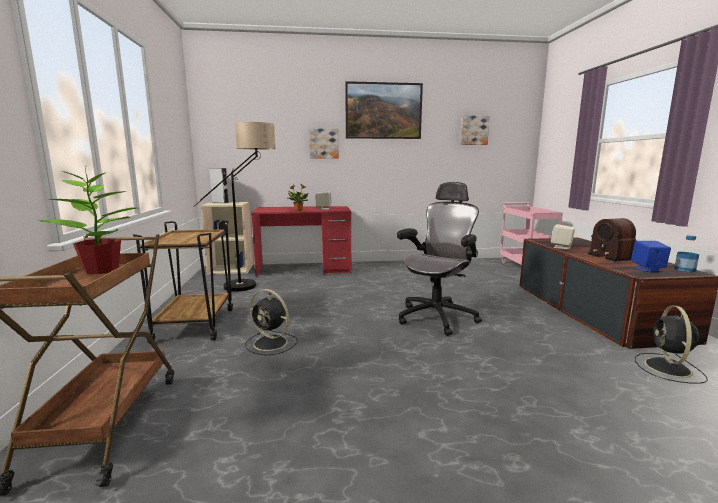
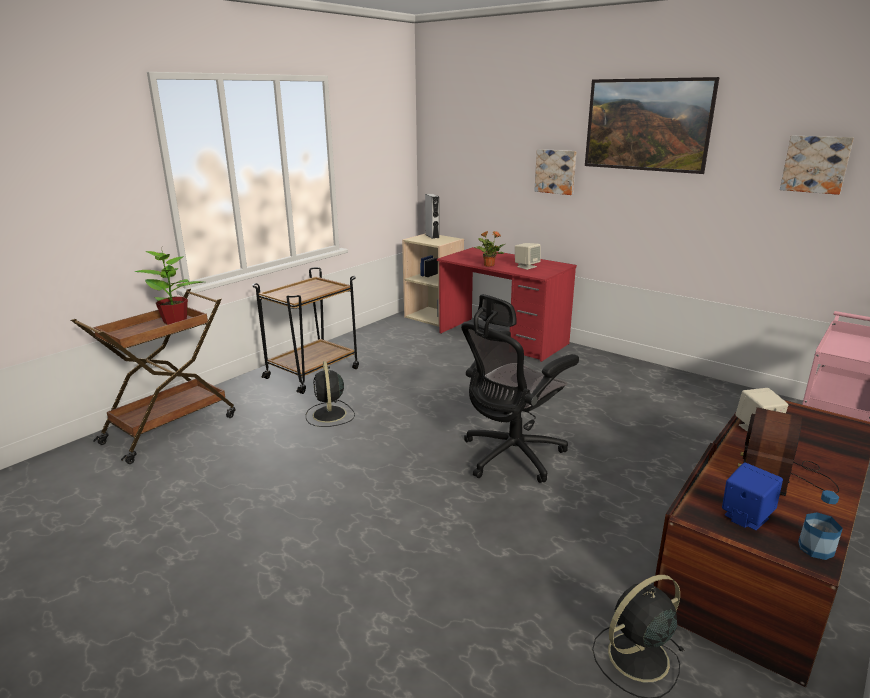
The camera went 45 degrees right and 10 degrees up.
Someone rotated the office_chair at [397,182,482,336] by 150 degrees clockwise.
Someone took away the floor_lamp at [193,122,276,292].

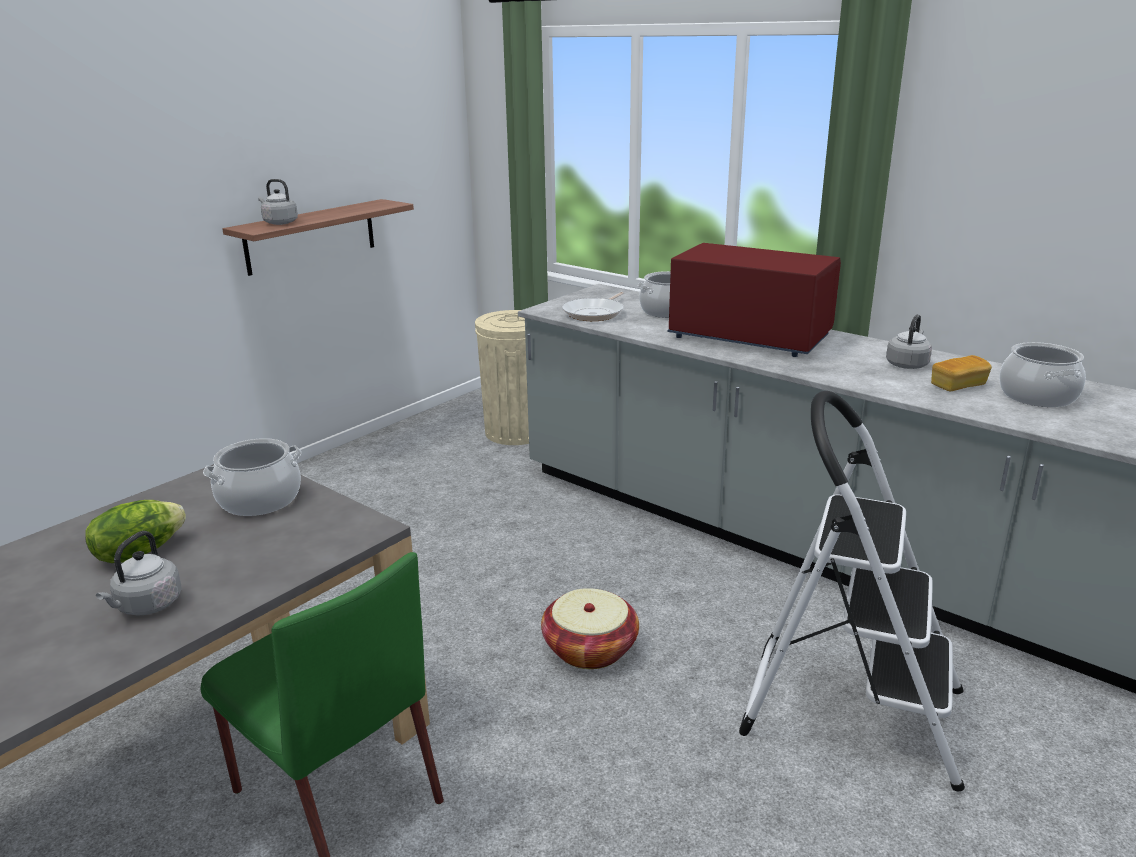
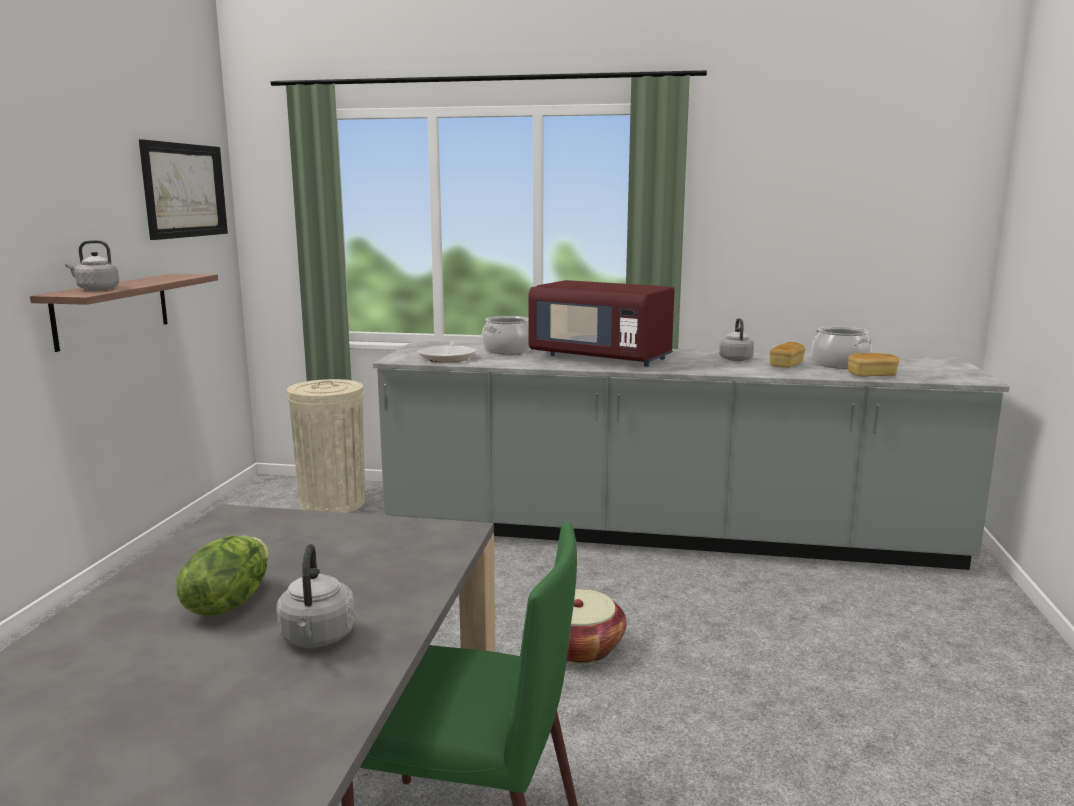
The camera went 30 degrees left and 10 degrees down.
Someone put up the picture at [139,140,228,240].
Someone rotated the red_microwave at [668,243,841,357] by 150 degrees counterclockwise.
Someone put down the bread at [848,353,899,377].
Someone took away the cooking_pot at [203,438,301,516].
Someone took away the step_ladder at [739,391,965,791].

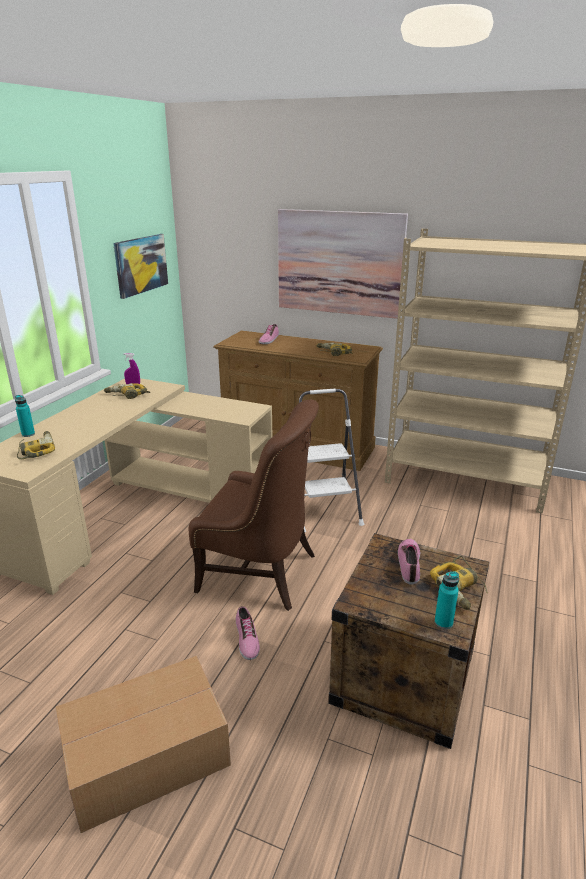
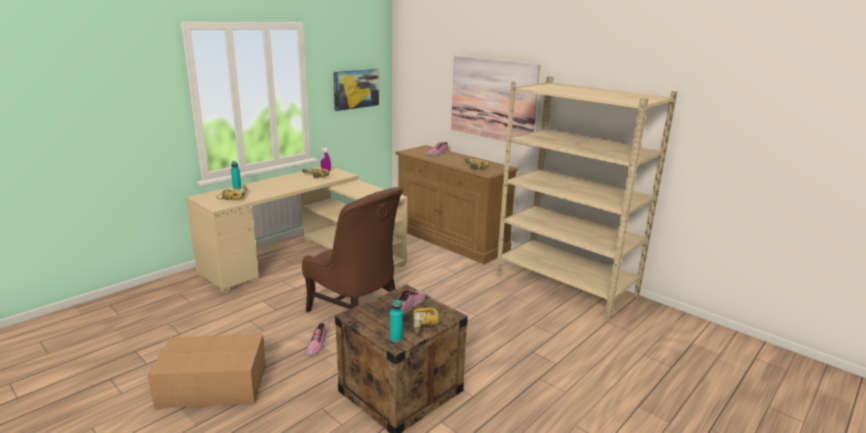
The camera went 20 degrees right and 5 degrees down.
Someone took away the white_step_ladder at [299,389,364,532].

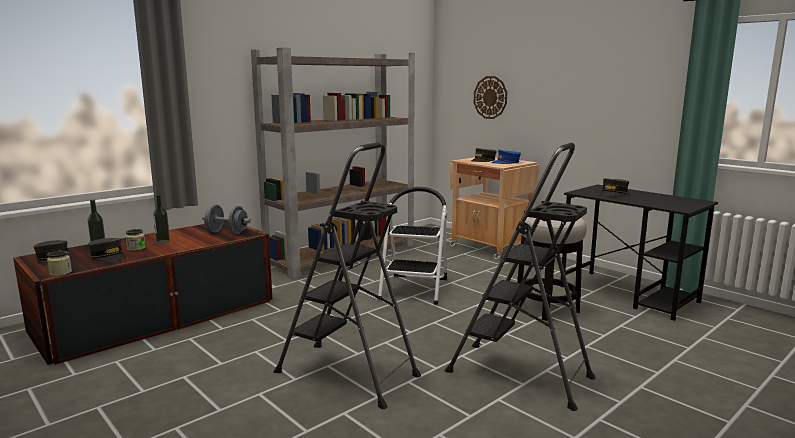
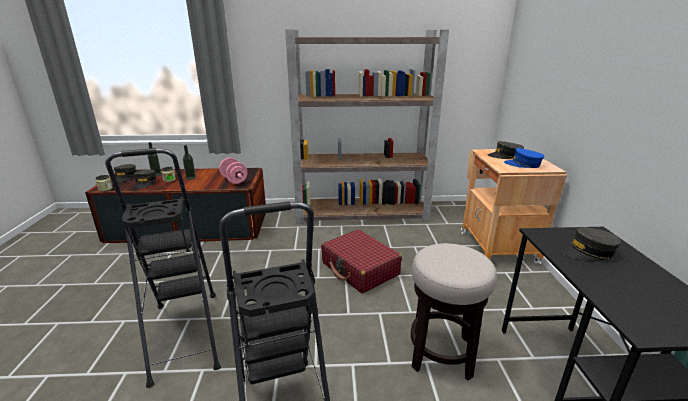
The camera went 40 degrees right and 10 degrees up.
Someone repainted the grey_dumbbell at [202,205,251,234], which became the pink_dumbbell at [219,158,248,184].
Someone swapped the step_ladder at [377,187,447,305] for the red_suitcase at [321,229,402,293].
Someone took away the wall_clock at [474,76,507,119].

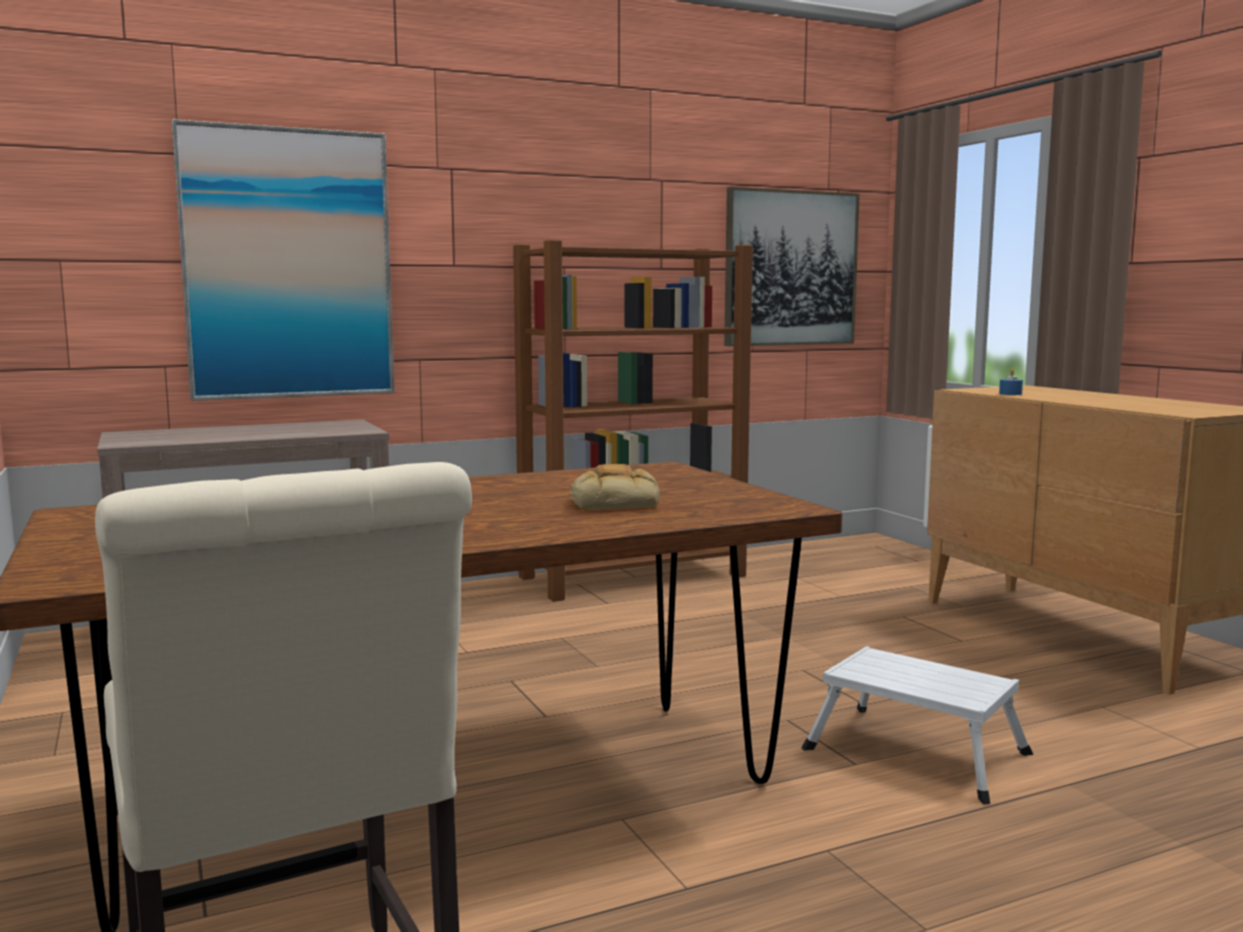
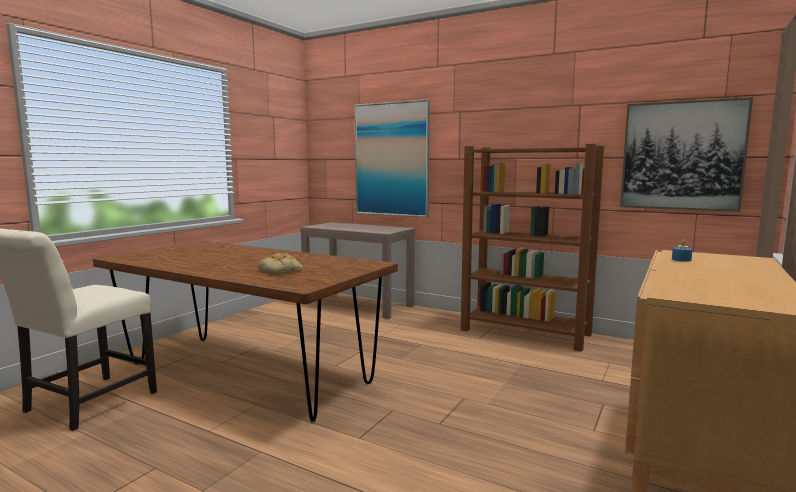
The camera went 55 degrees right and 0 degrees up.
Someone took away the white_step_ladder at [802,646,1033,804].

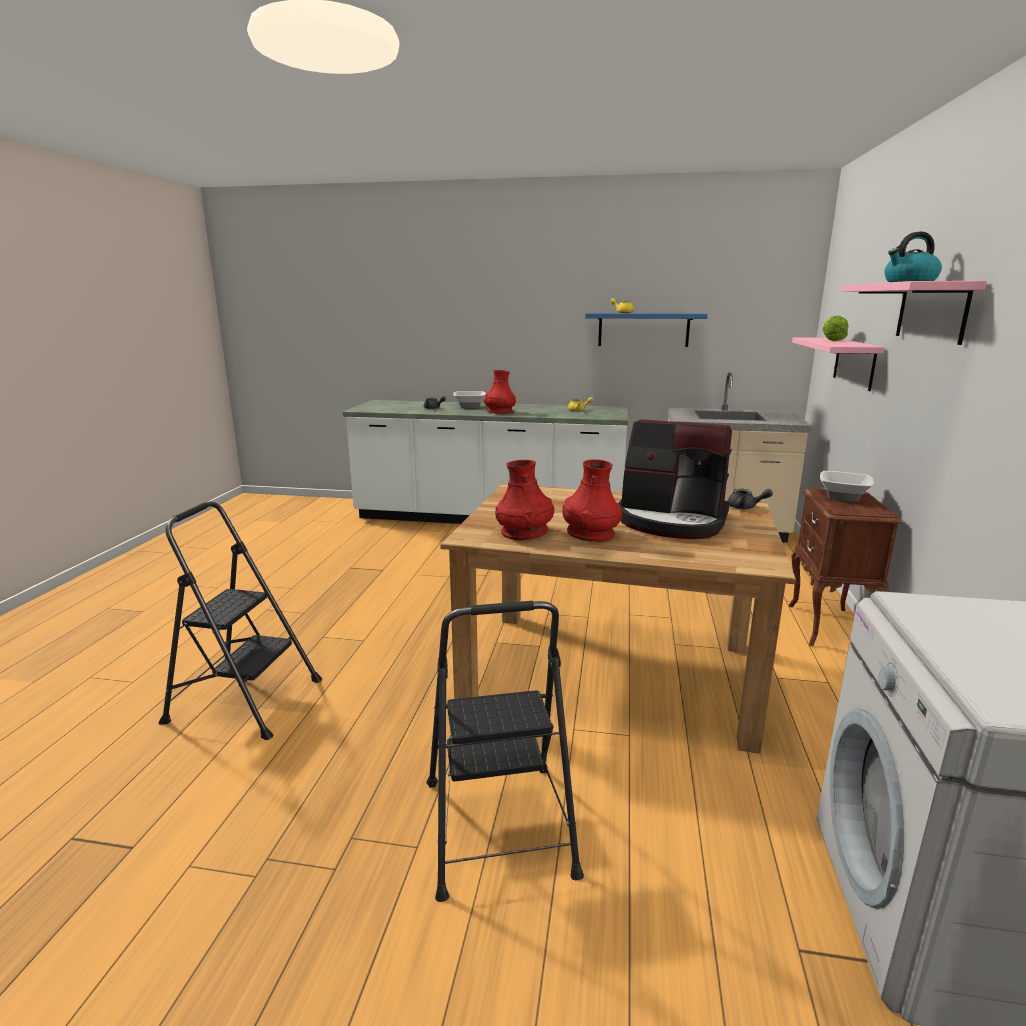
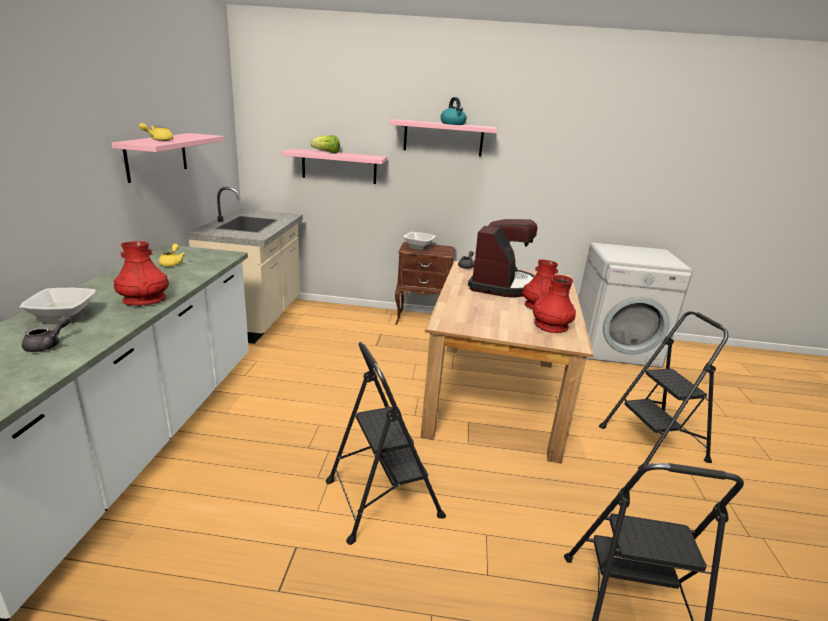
The camera went 95 degrees left and 5 degrees up.
Someone repainted the blue_shelf at [585,313,708,347], which became the pink_shelf at [111,133,224,183].
Someone put down the black_step_ladder at [326,342,446,545].

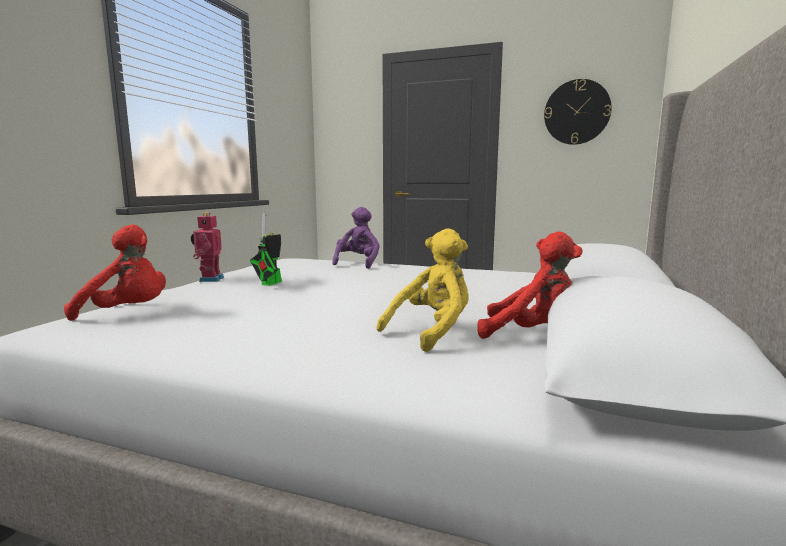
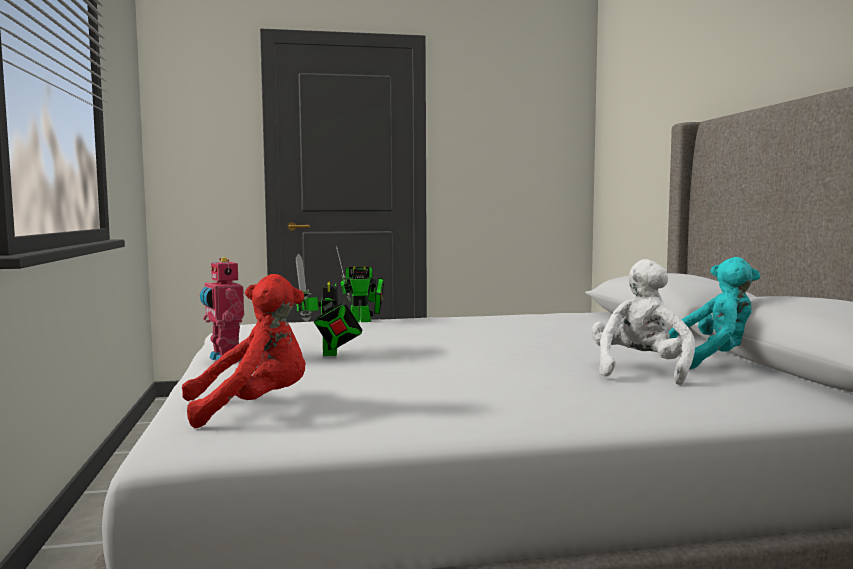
The camera went 30 degrees left and 5 degrees down.
Someone swapped the purple_plush_toy at [332,207,380,269] for the toy_robot at [336,246,384,322].
Someone repainted the yellow_plush_toy at [376,229,468,352], which became the white_plush_toy at [591,259,695,385].
Someone repainted the red_plush_toy at [477,232,583,339], which became the turquoise_plush_toy at [669,257,760,369].
Someone took away the wall_clock at [544,79,612,145].

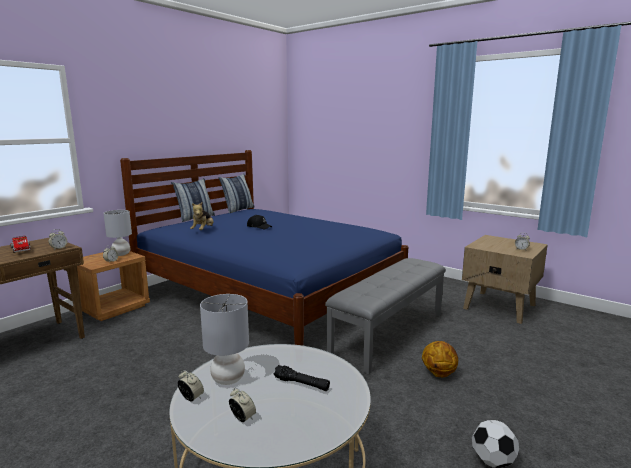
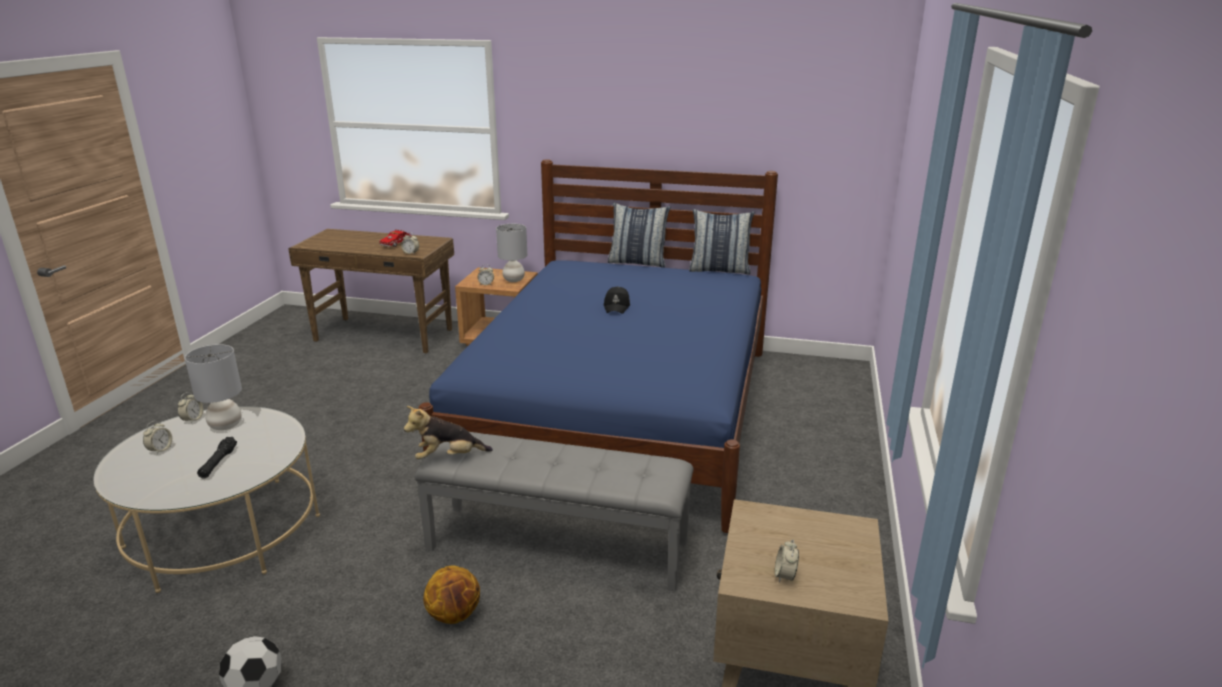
The camera went 65 degrees right and 10 degrees up.
Someone carried the plush_toy from [190,202,214,230] to [404,406,493,459].

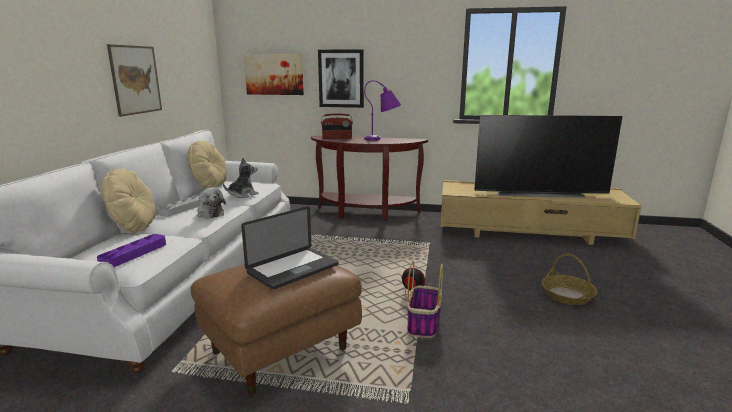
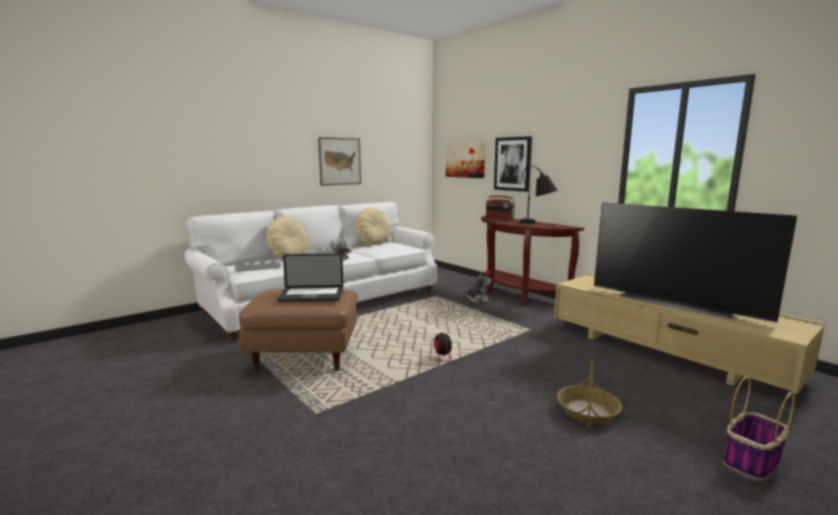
The camera went 40 degrees right and 5 degrees down.
Someone repainted the purple_tray at [97,234,166,267], which became the grey_tray at [234,260,282,272].
Someone carried the plush_toy from [223,158,259,198] to [463,271,491,302].
Someone repainted the purple_table_lamp at [364,80,401,141], which became the black_table_lamp at [520,165,557,224].
Someone carried the basket from [407,260,443,338] to [723,377,795,480].

